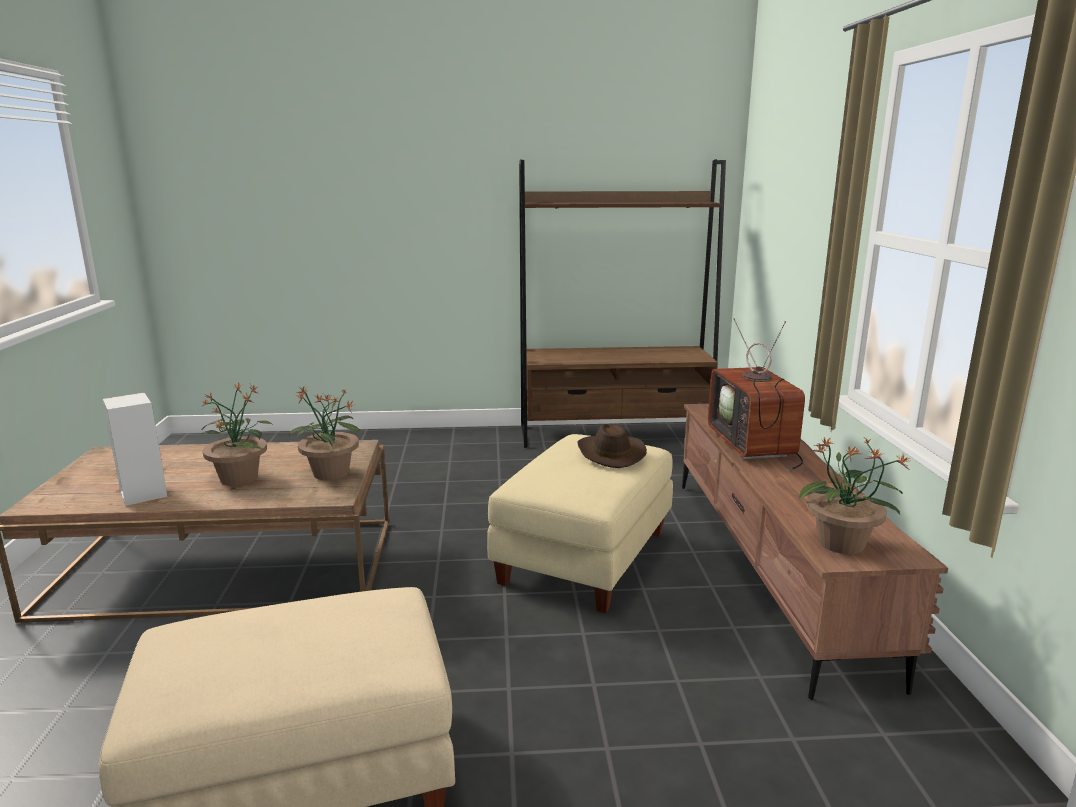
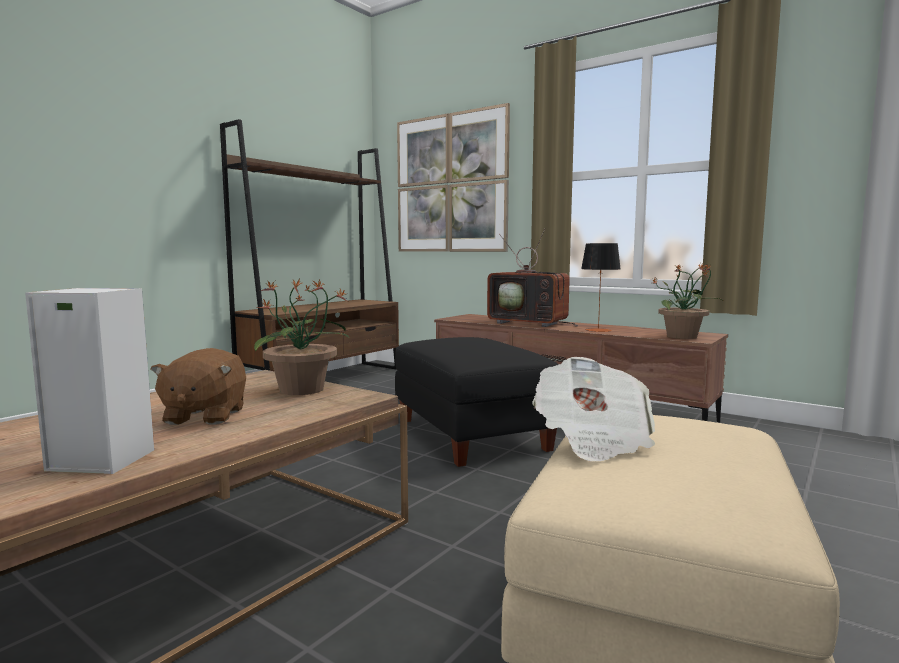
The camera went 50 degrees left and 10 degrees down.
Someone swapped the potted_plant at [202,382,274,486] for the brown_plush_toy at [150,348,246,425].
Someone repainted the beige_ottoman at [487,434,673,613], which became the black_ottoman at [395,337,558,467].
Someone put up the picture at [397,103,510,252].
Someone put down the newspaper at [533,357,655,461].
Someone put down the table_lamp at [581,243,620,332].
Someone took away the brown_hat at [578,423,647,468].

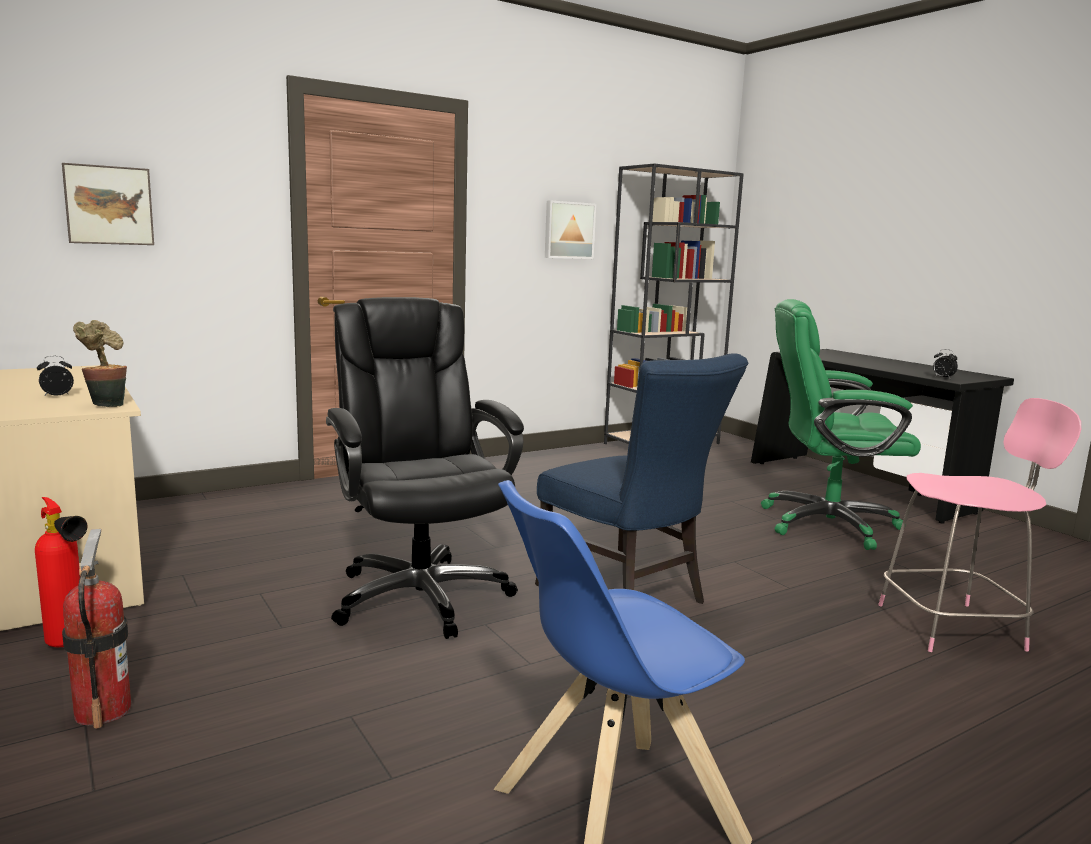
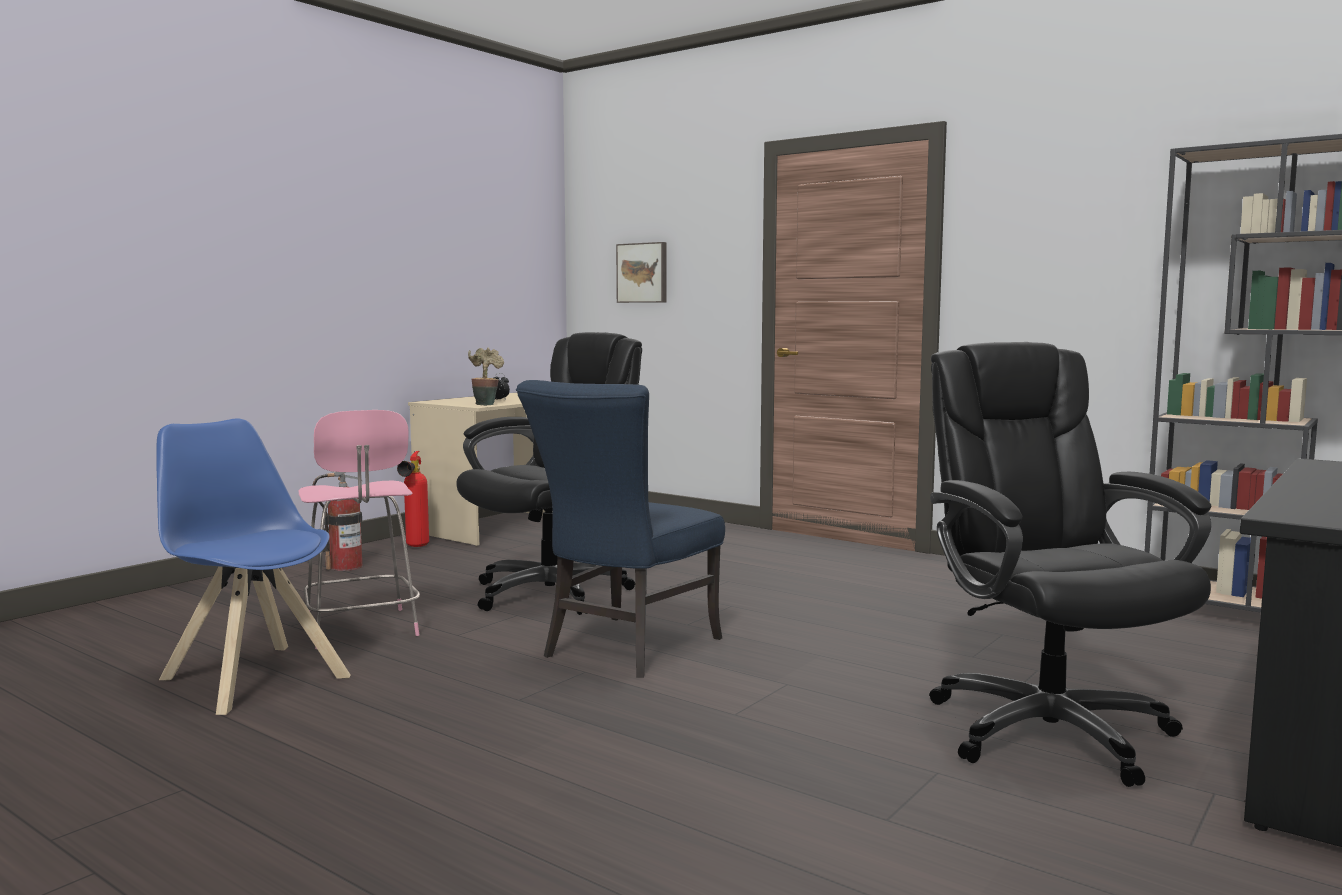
The camera went 70 degrees right and 5 degrees down.
Someone carried the pink_chair from [878,398,1081,652] to [298,410,420,649].
Someone repainted the green_office_chair at [761,299,921,550], which became the black_office_chair at [929,342,1211,787].
Someone took away the picture at [545,200,596,259].
Someone took away the alarm_clock at [933,349,958,378].

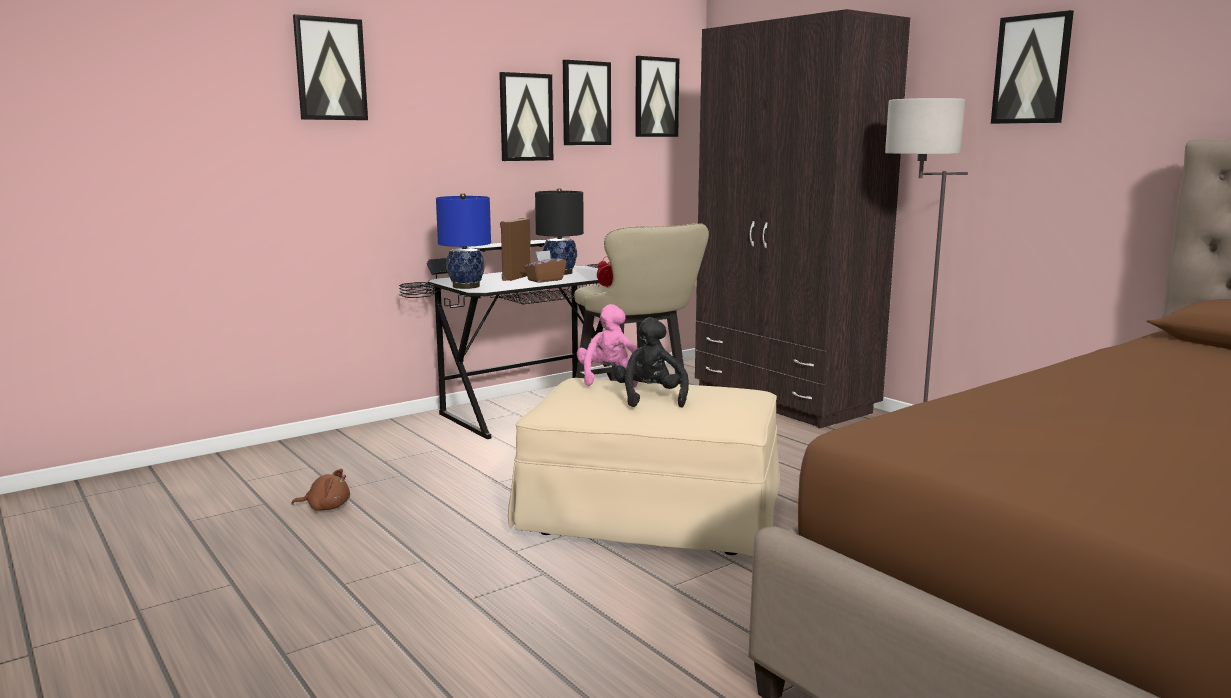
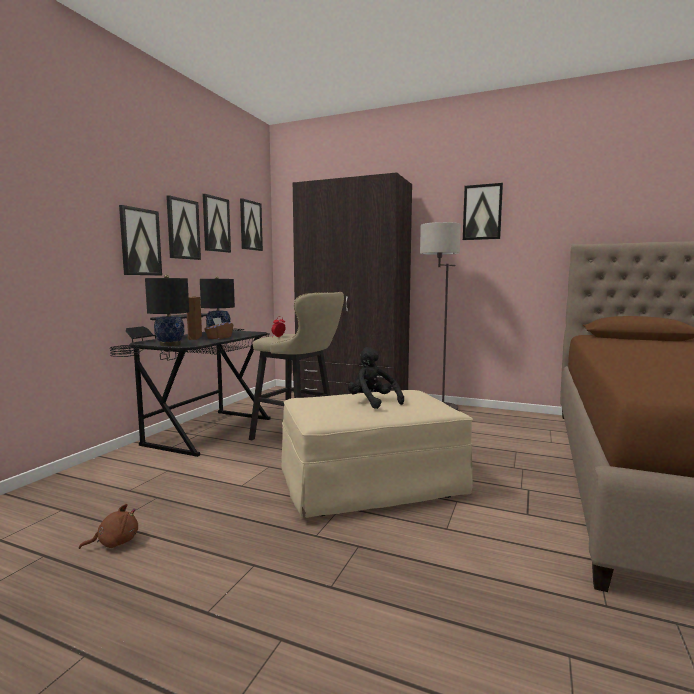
The camera went 30 degrees left and 5 degrees down.
Someone carried the picture from [293,14,368,120] to [119,205,162,276].
Someone repainted the blue_table_lamp at [436,193,491,289], which became the black_table_lamp at [145,275,189,346].
Someone took away the pink_plush_toy at [577,304,638,388].

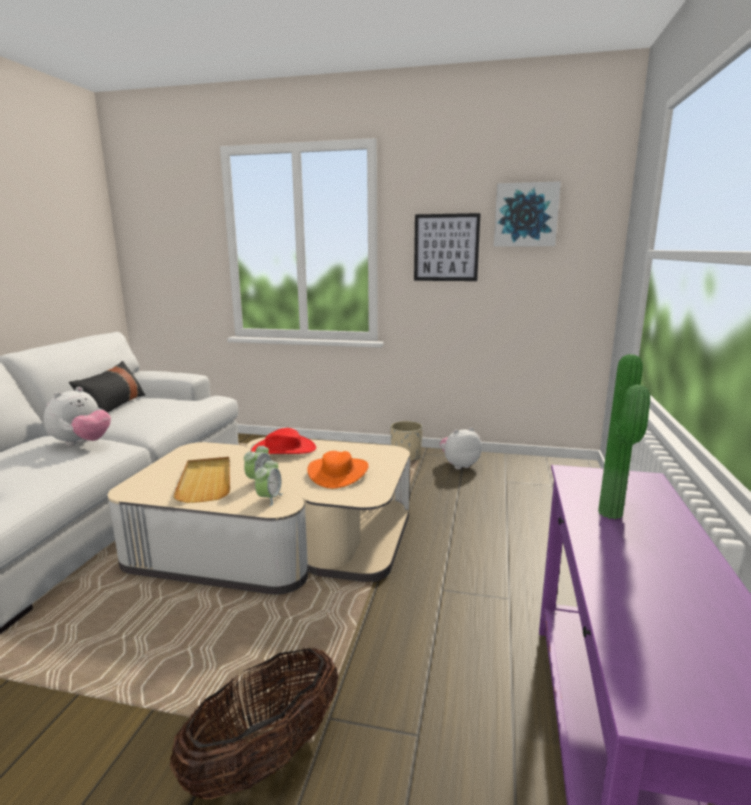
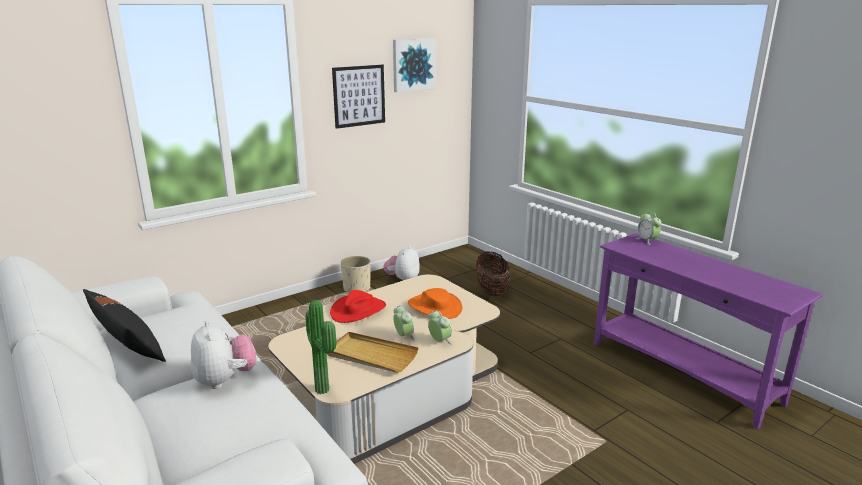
The camera went 50 degrees left and 5 degrees up.
Someone carried the potted_plant from [598,354,650,519] to [306,300,337,394].
Someone carried the basket from [170,647,338,799] to [476,252,510,296].
Someone put down the alarm_clock at [636,212,662,245].

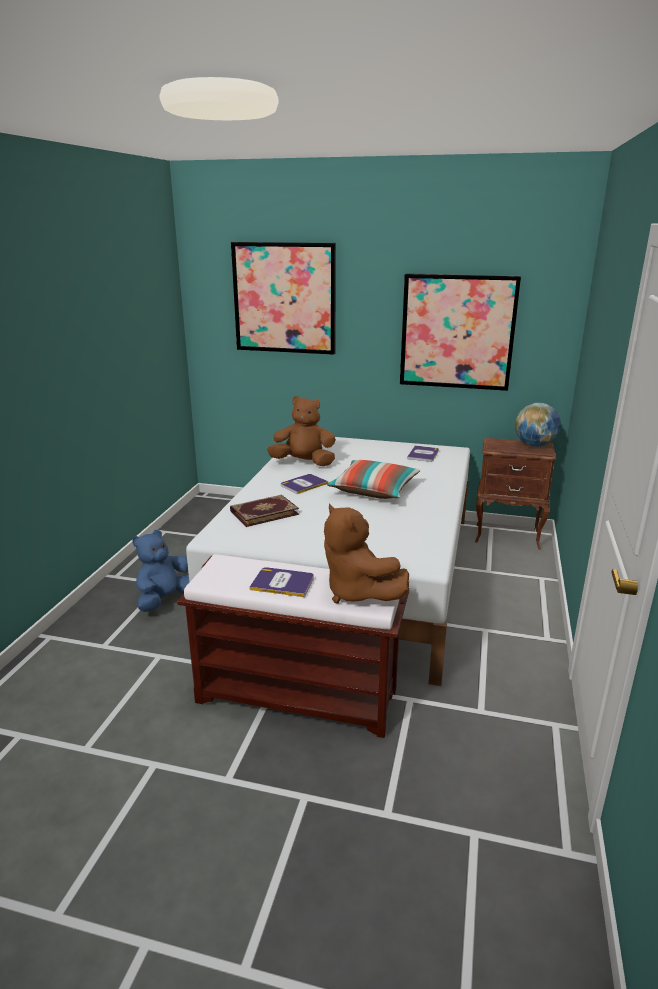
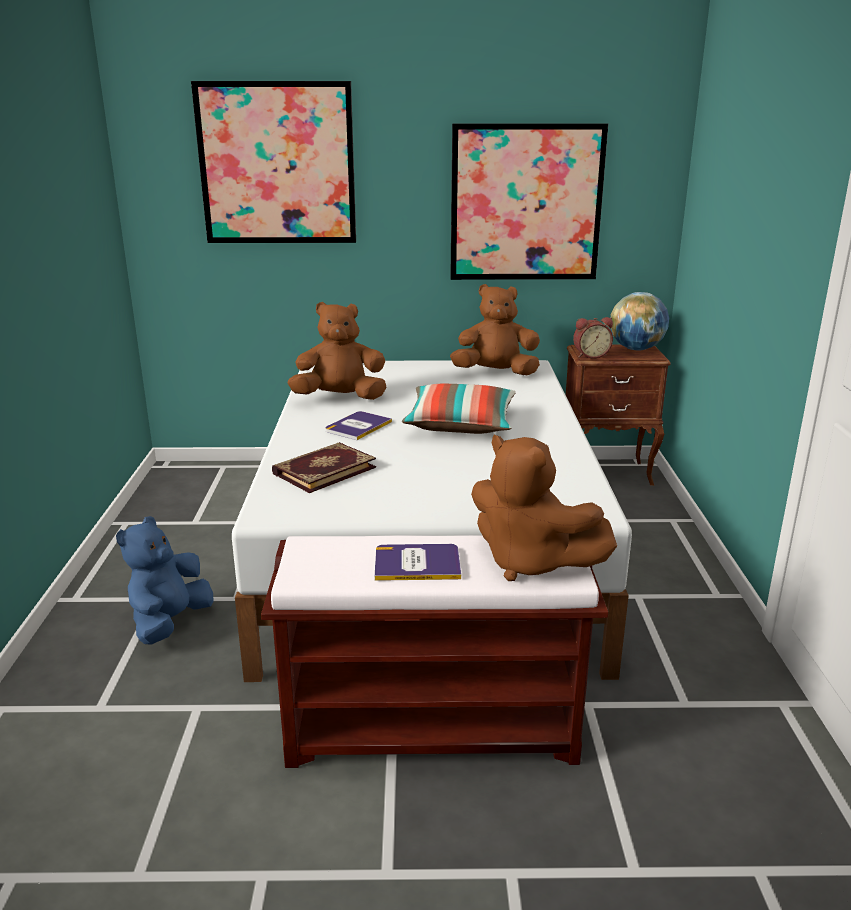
The camera went 15 degrees left and 0 degrees up.
Someone swapped the book at [407,446,439,462] for the brown_plush_toy at [450,284,540,375].
Someone put down the alarm_clock at [573,317,613,359].

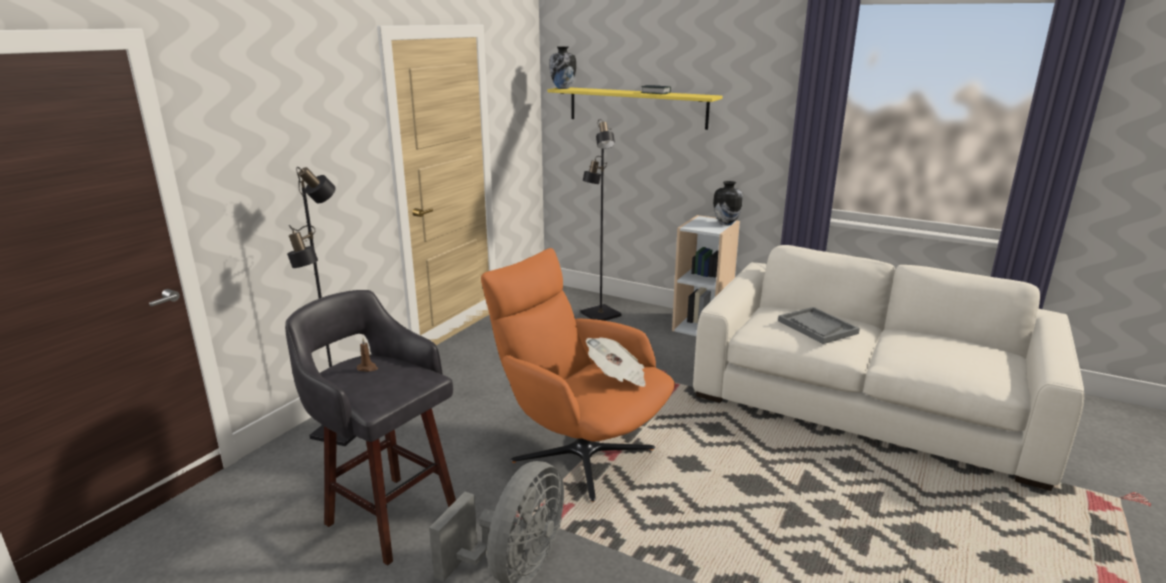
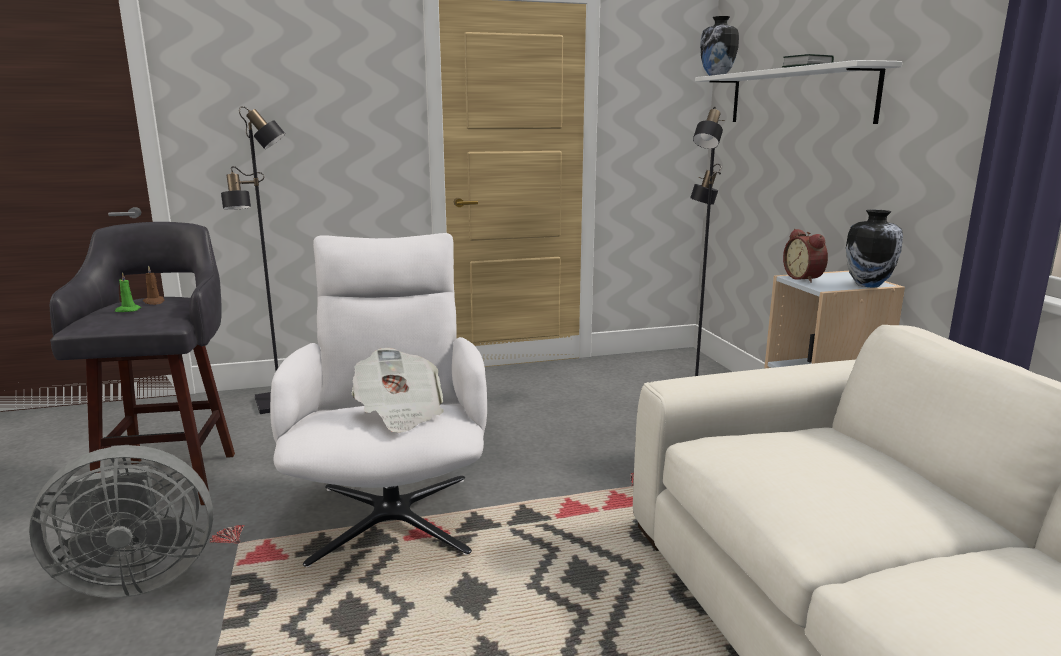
The camera went 45 degrees right and 5 degrees down.
Someone put down the green_candle at [115,272,141,312].
Someone repainted the orange_armchair at [481,248,675,502], which became the white_armchair at [270,233,487,568].
Someone repainted the yellow_shelf at [548,87,722,130], which became the white_shelf at [695,60,903,124].
Someone put down the alarm_clock at [783,229,828,283].
Someone took away the grey_tray at [778,307,860,344].

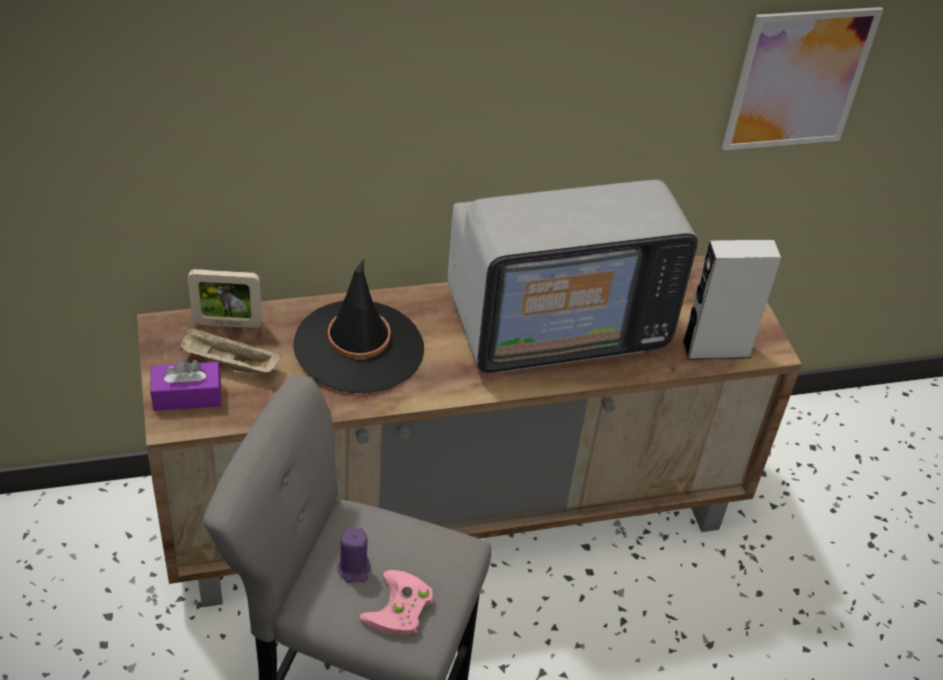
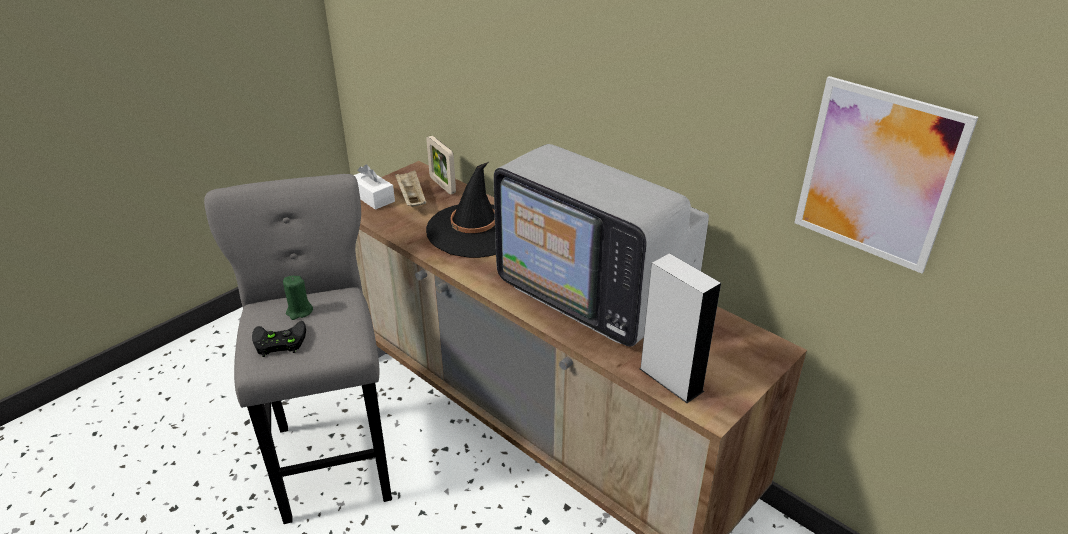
The camera went 60 degrees right and 10 degrees down.
Someone repainted the pink_game_controller at [359,570,433,636], which became the black_game_controller at [252,321,306,357].
Someone repainted the purple_candle at [337,528,371,583], which became the green_candle at [283,276,313,320].
Someone repainted the purple_tissue_box at [150,358,221,411], which became the white_tissue_box at [354,164,395,210].

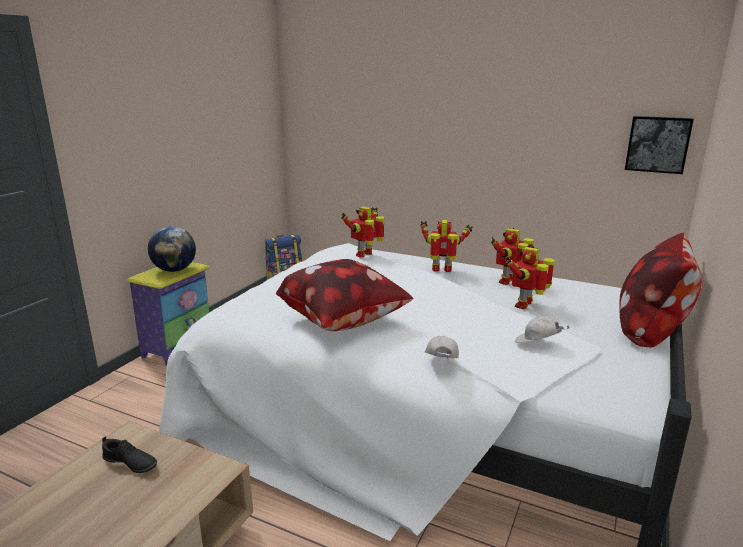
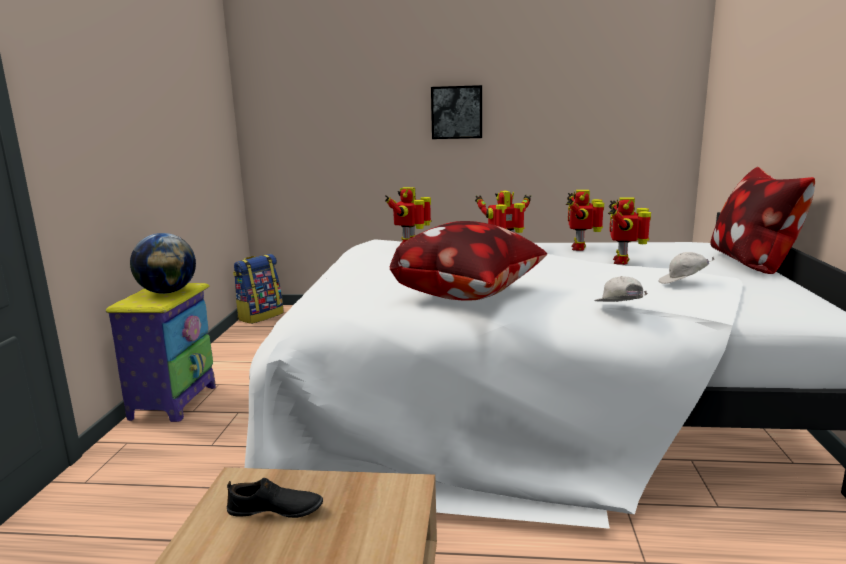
The camera went 20 degrees left and 5 degrees down.
Someone carried the picture from [625,116,694,174] to [431,85,482,139].

